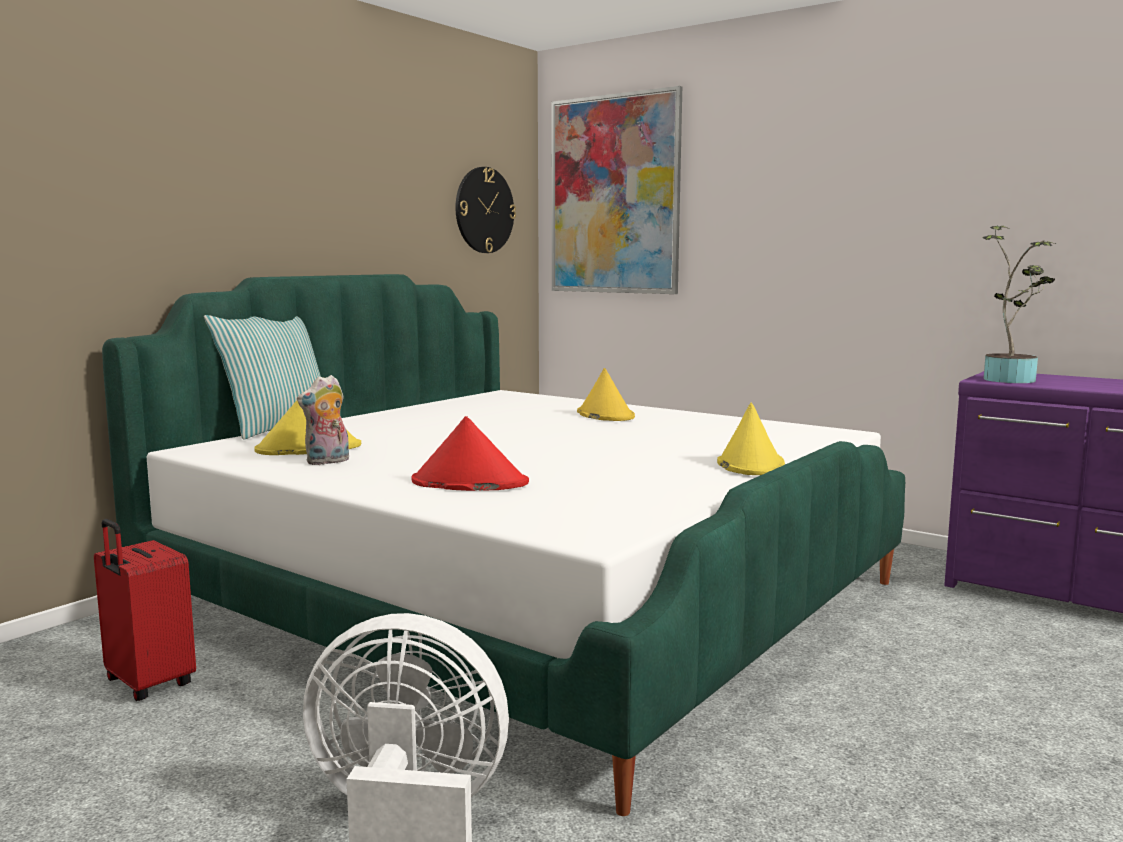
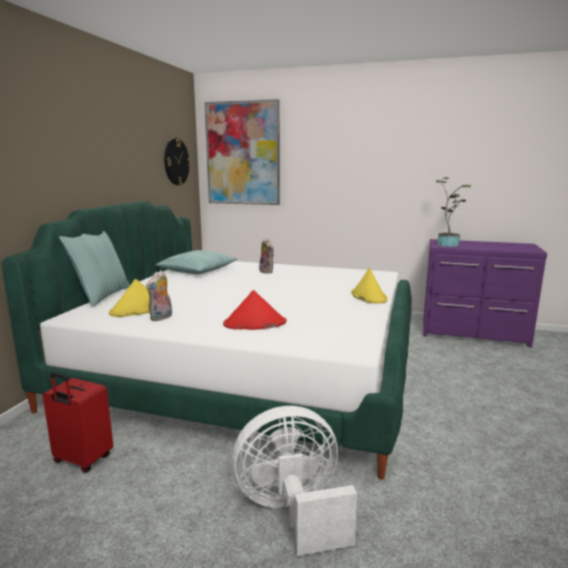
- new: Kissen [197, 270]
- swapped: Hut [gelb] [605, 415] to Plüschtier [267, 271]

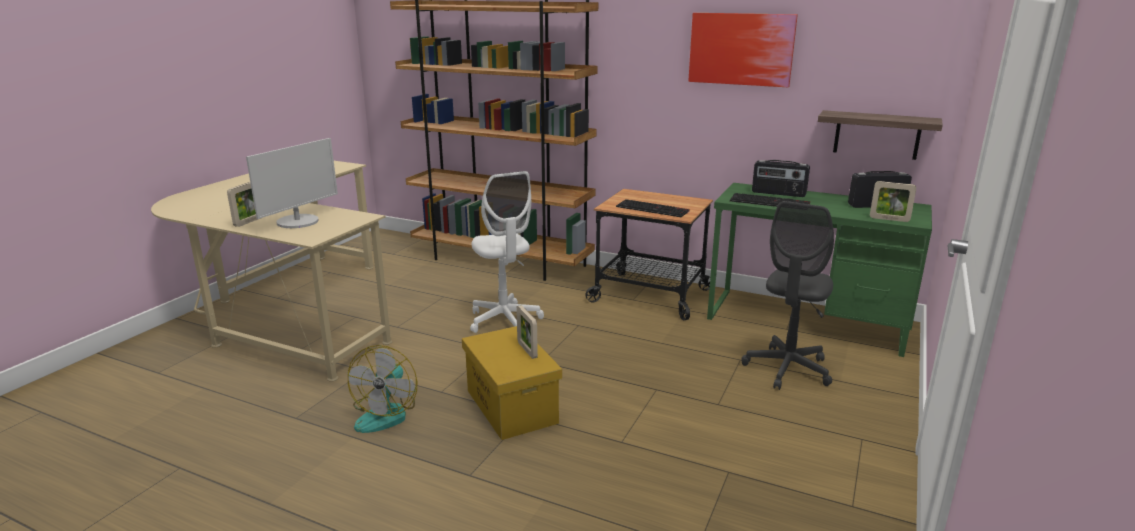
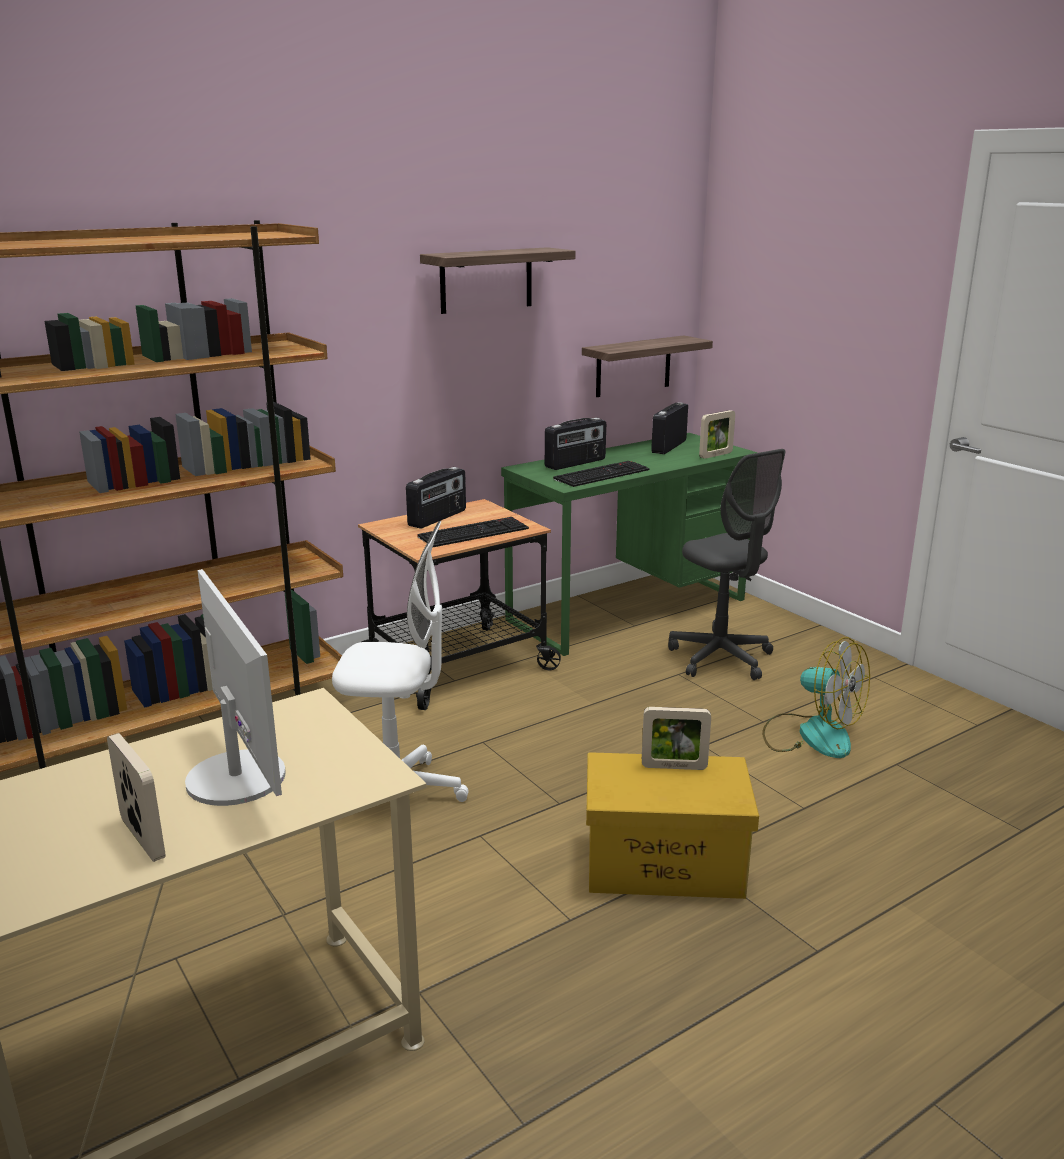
- new: Radio [438, 518]
- swapped: Bild [741, 49] to Wandregal [486, 280]
- shifted: Ventilator [386, 413] to [811, 734]

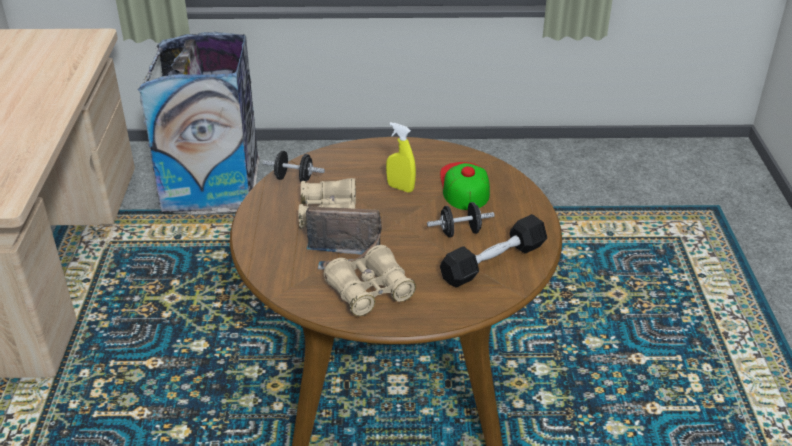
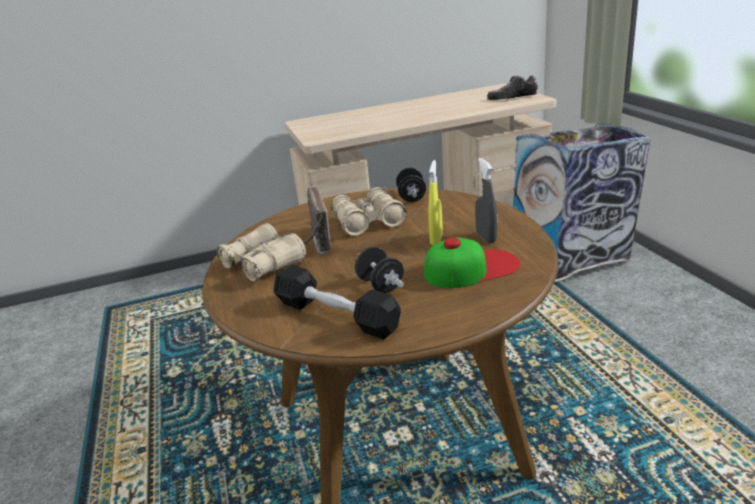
- new: Sprühflasche [grau] [486, 237]
- new: Schuh [511, 97]

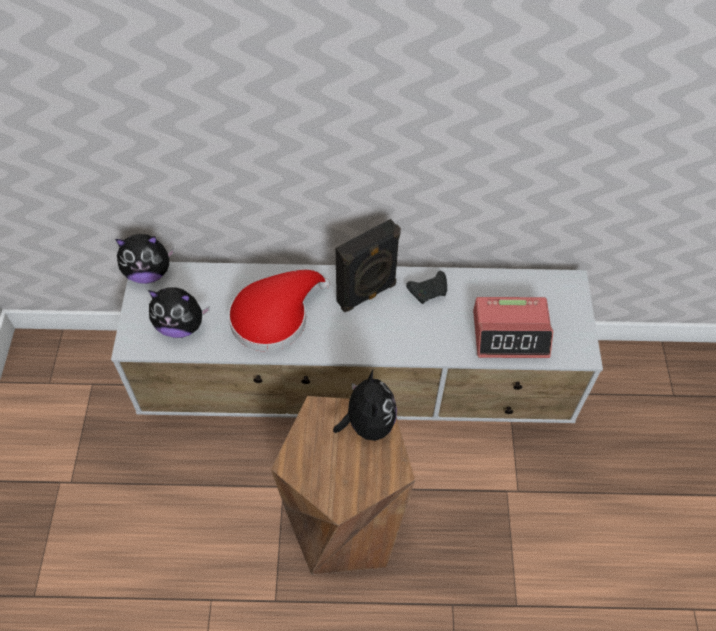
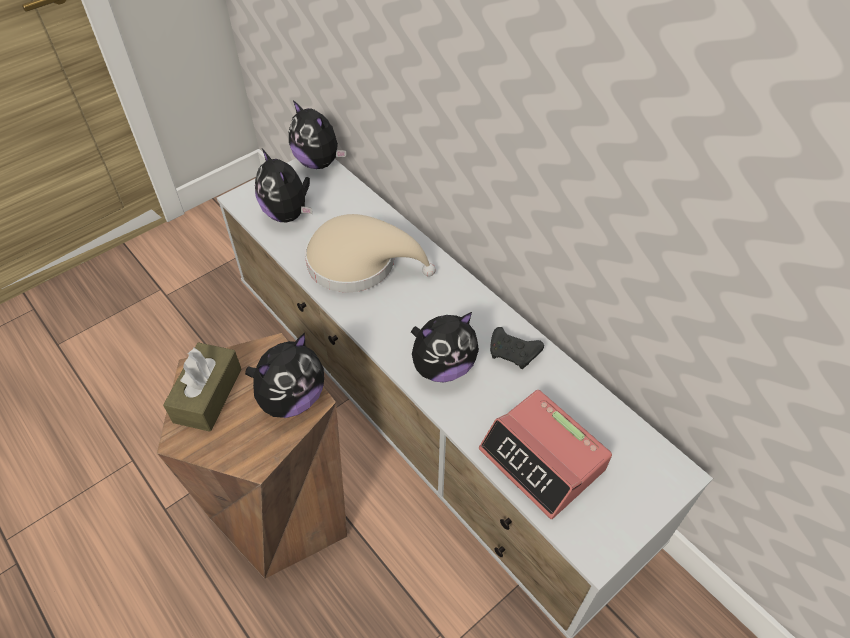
- new: Taschentuchbox [braun] [208, 395]
- repainted: Hut [rot] [274, 316] to Hut [beige] [359, 263]
- new: Plüschtier [442, 367]
- gone: Lautsprecher [schwarz] [367, 294]

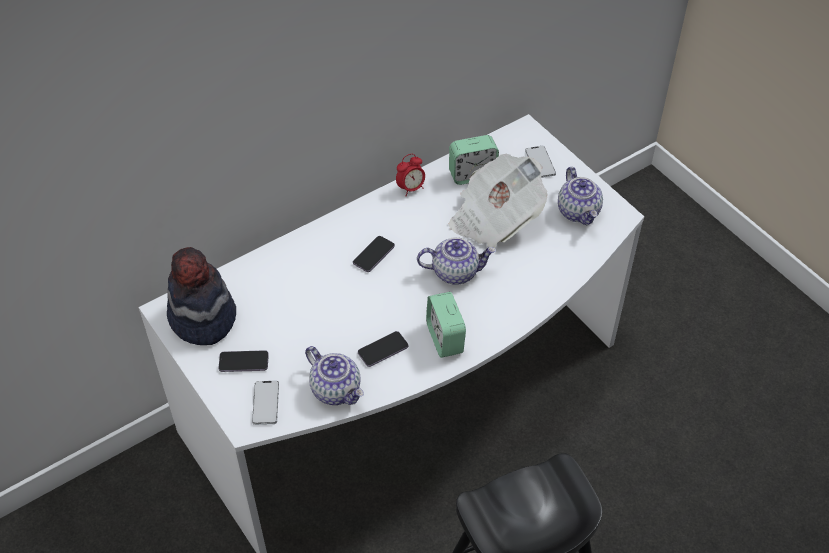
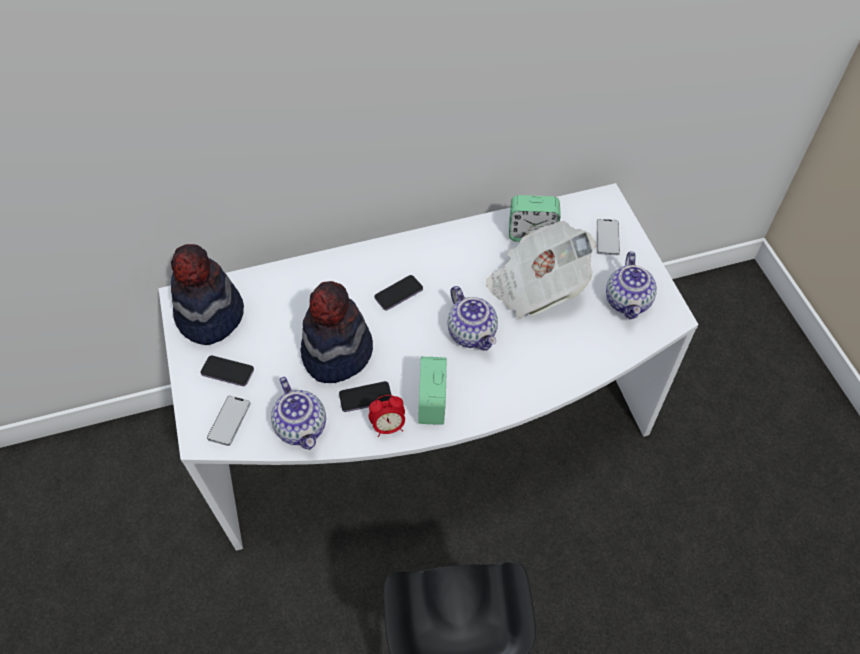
- new: Hut [336, 352]
- shifted: Wecker [411, 188] to [388, 427]
- rotated: Teekanne [455, 272] = [473, 333] 45 degrees clockwise

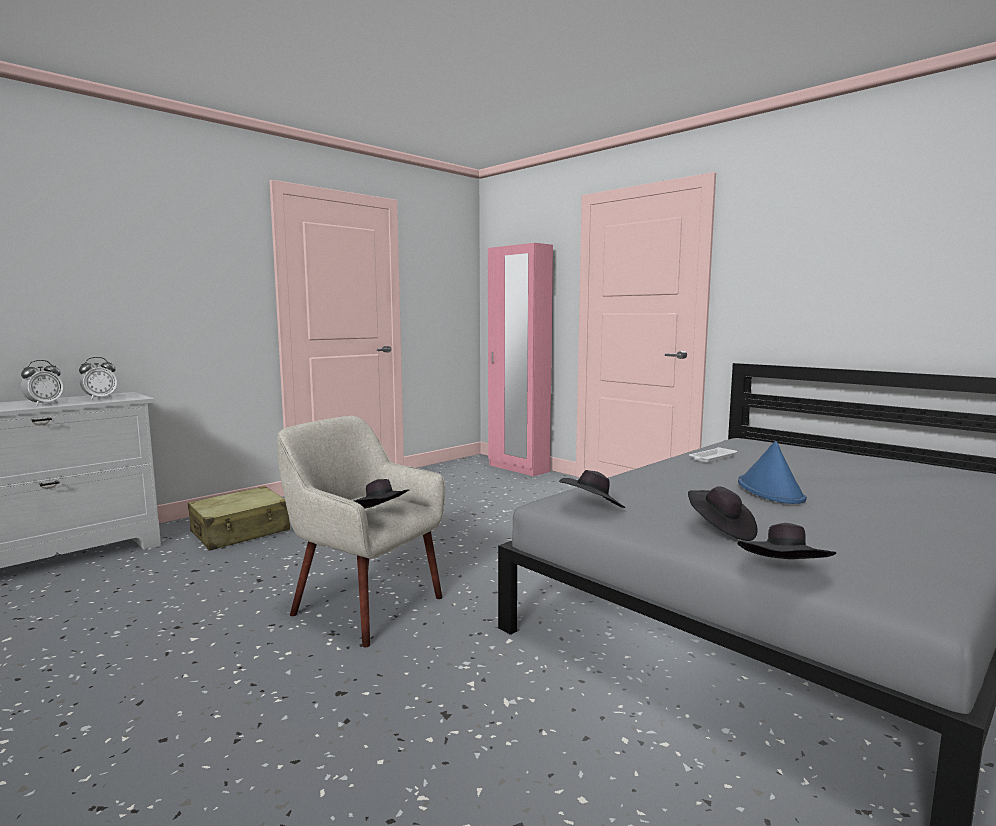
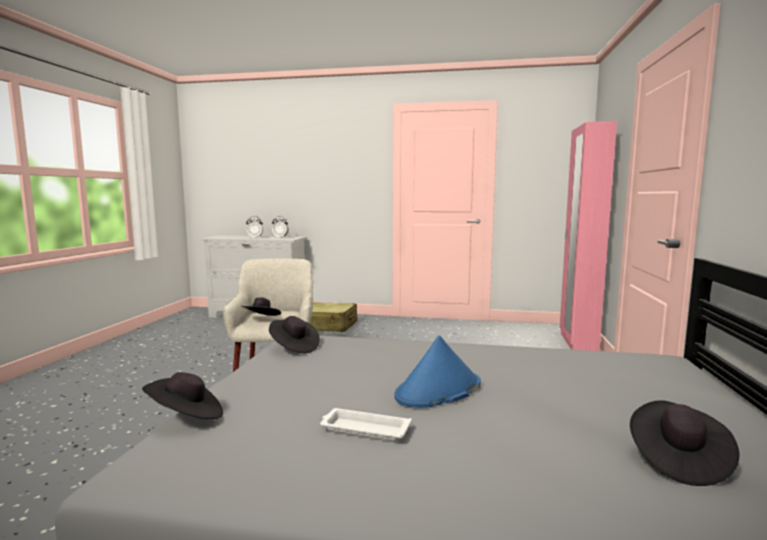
- shifted: Tablett [weiß] [712, 458] to [364, 429]
- shifted: Hut [schwarz] [721, 530] to [677, 460]

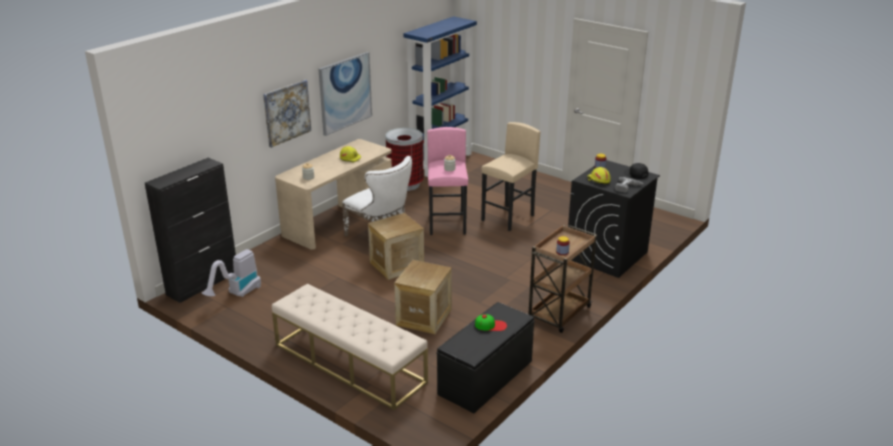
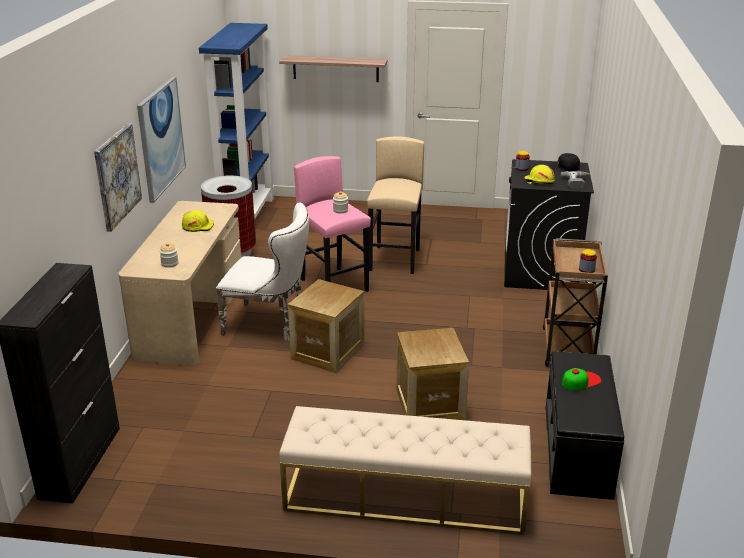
- new: Wandregal [335, 68]
- gone: Staubsauger [236, 295]

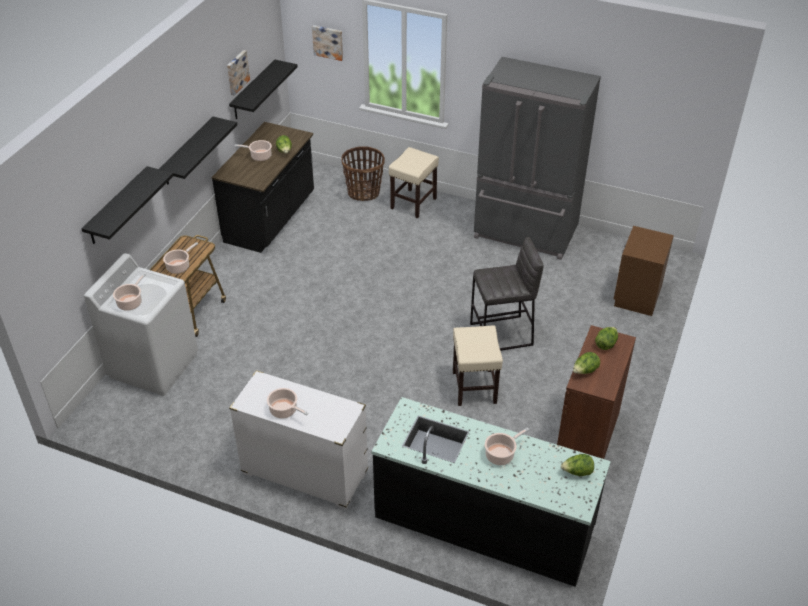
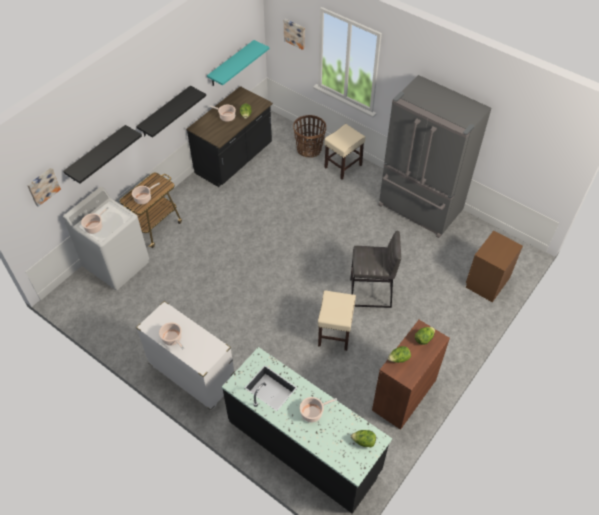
- shifted: Bild [237, 72] to [43, 186]
- repainted: Wandregal [schwarz] [253, 90] to Wandregal [türkis] [231, 63]

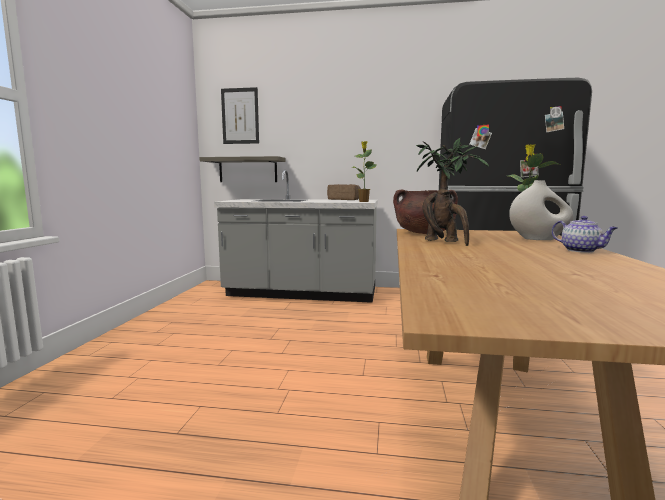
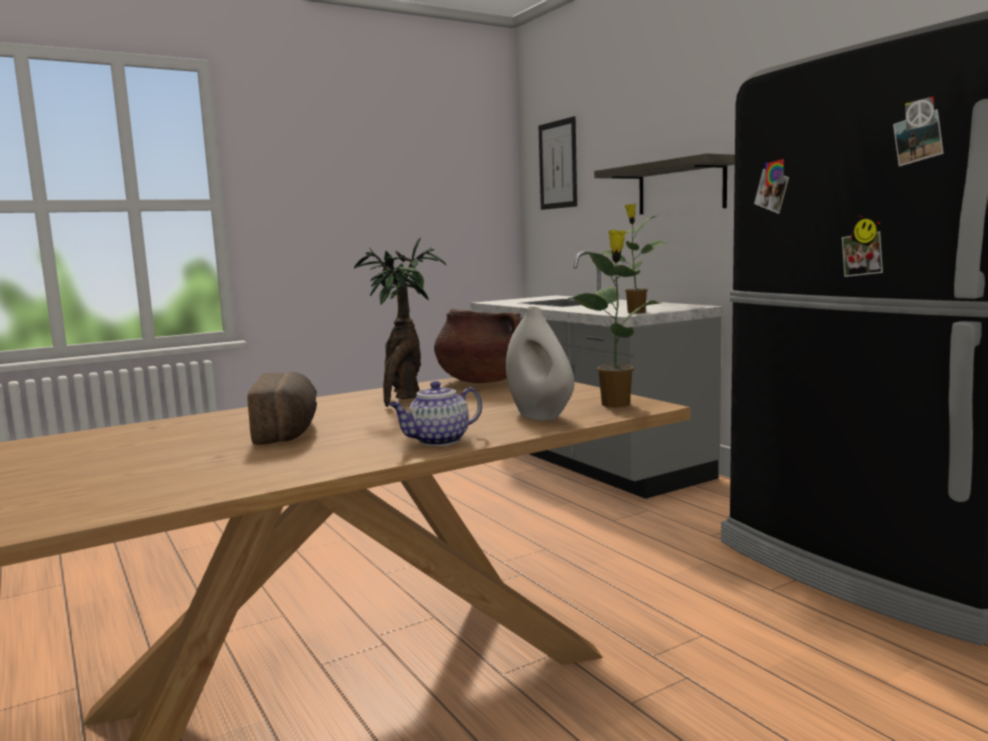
- shifted: Brot [344, 199] to [289, 431]
- rotated: Teekanne [581, 250] = [438, 441] 45 degrees clockwise
- shifted: Wandregal [248, 170] to [681, 187]

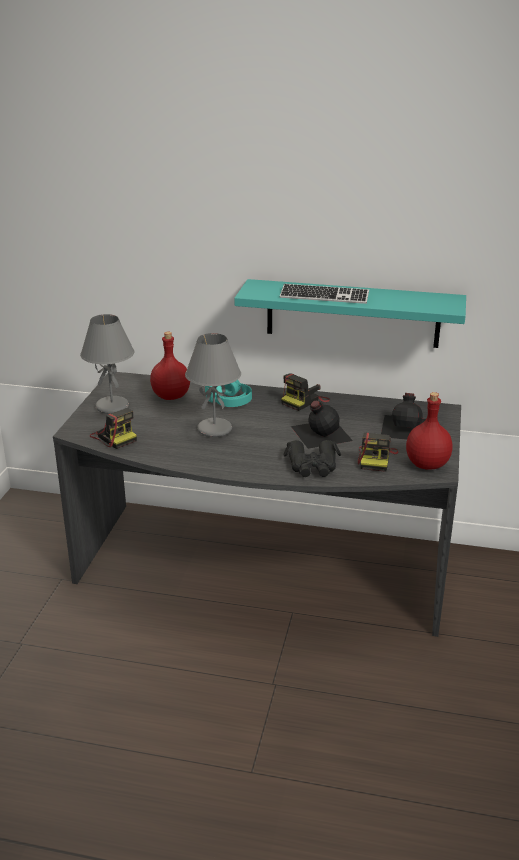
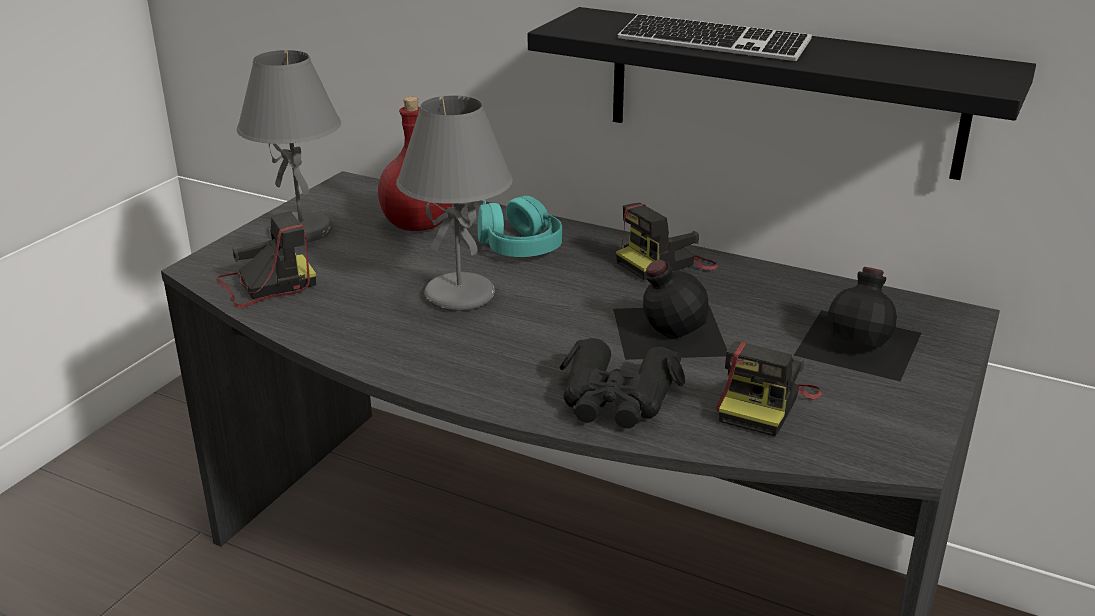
- rotated: Kamera [114, 437] = [265, 286] 90 degrees counterclockwise
- repainted: Wandregal [türkis] [352, 313] to Wandregal [schwarz] [782, 91]
- gone: Flasche [rot] [426, 464]

